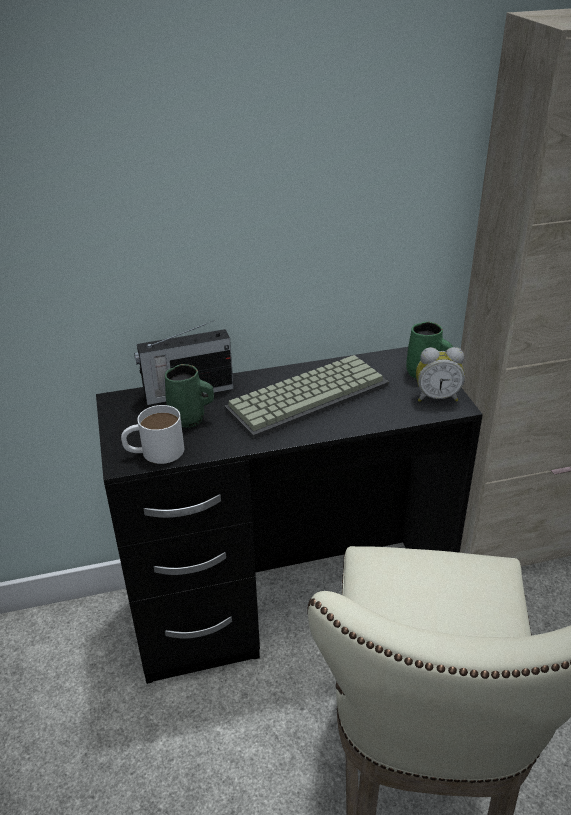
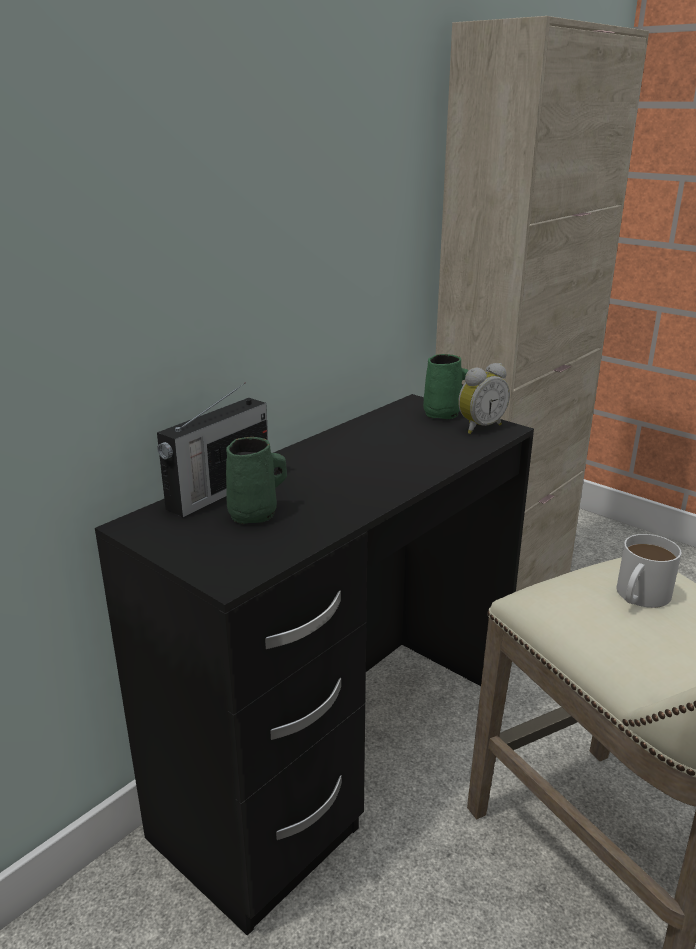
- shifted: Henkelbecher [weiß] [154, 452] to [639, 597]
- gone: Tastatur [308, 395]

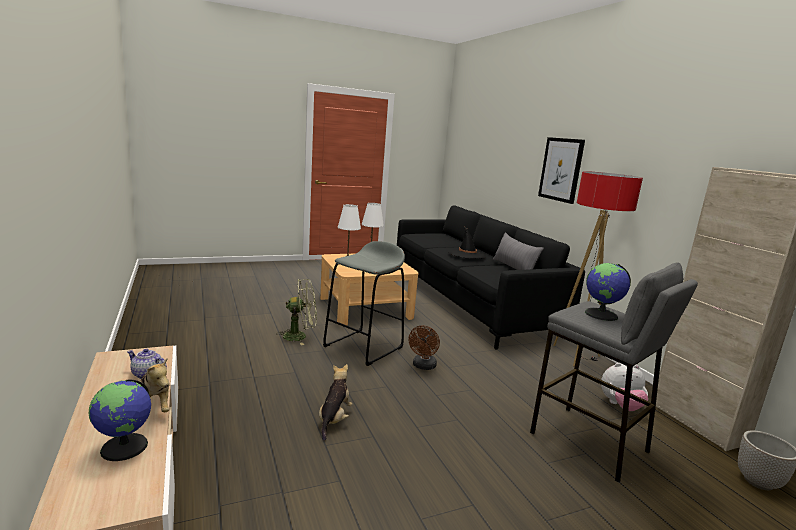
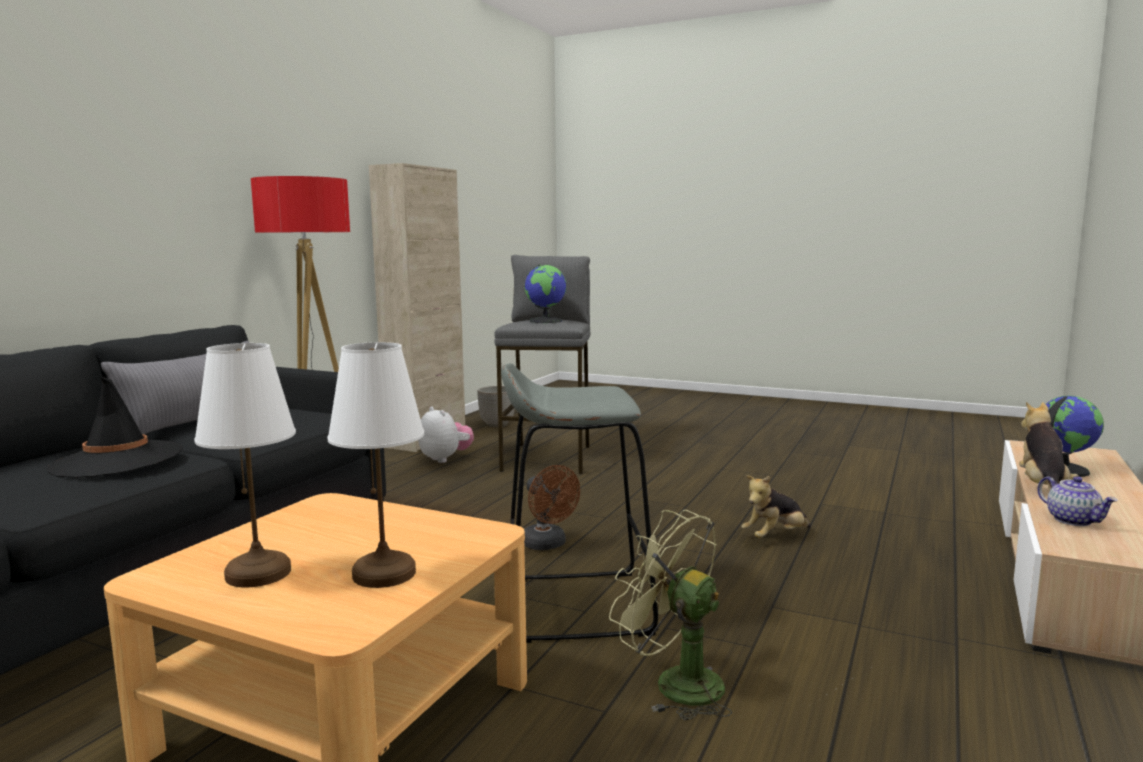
- rotated: Ventilator [braun] [423, 366] = [548, 545] 75 degrees clockwise
- gone: Bild [561, 169]

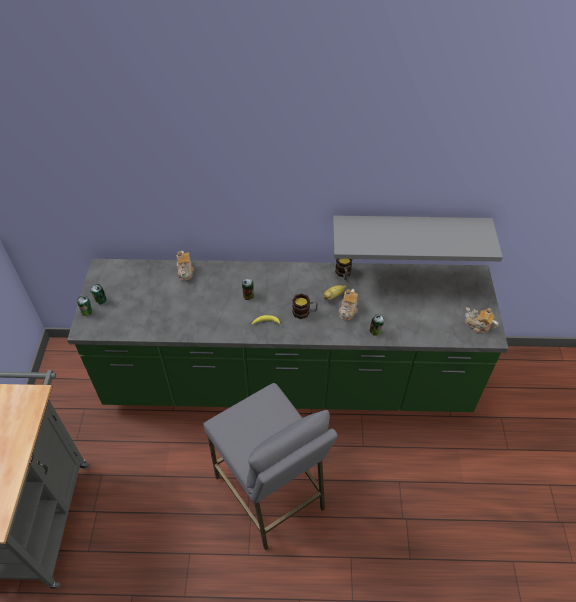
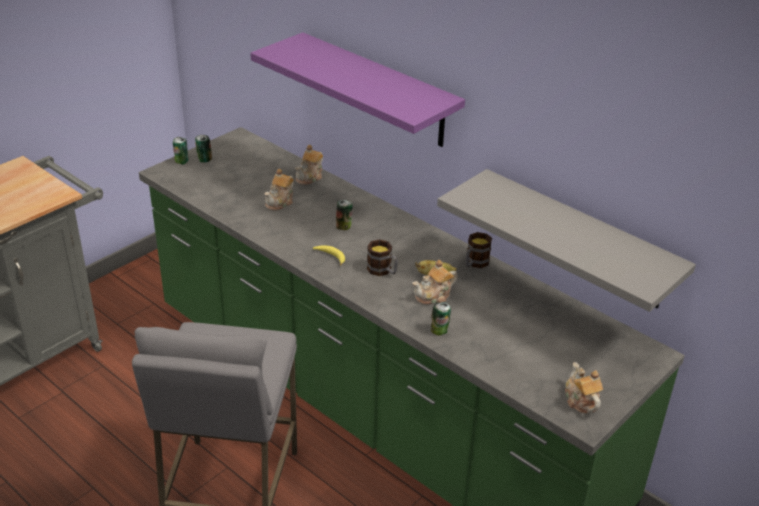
- new: Wandregal [lila] [378, 90]
- new: Teekanne [280, 202]

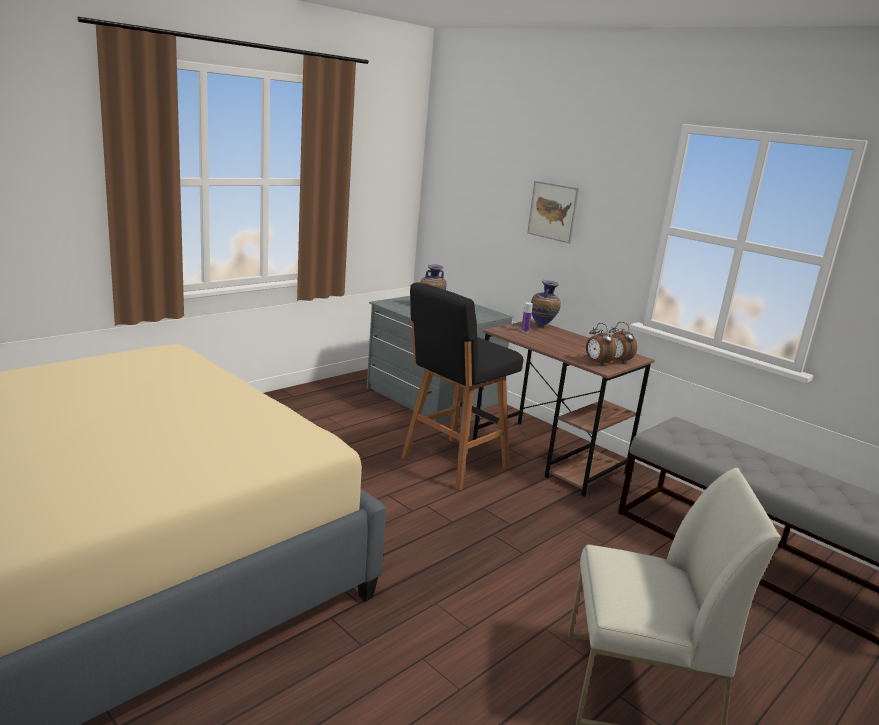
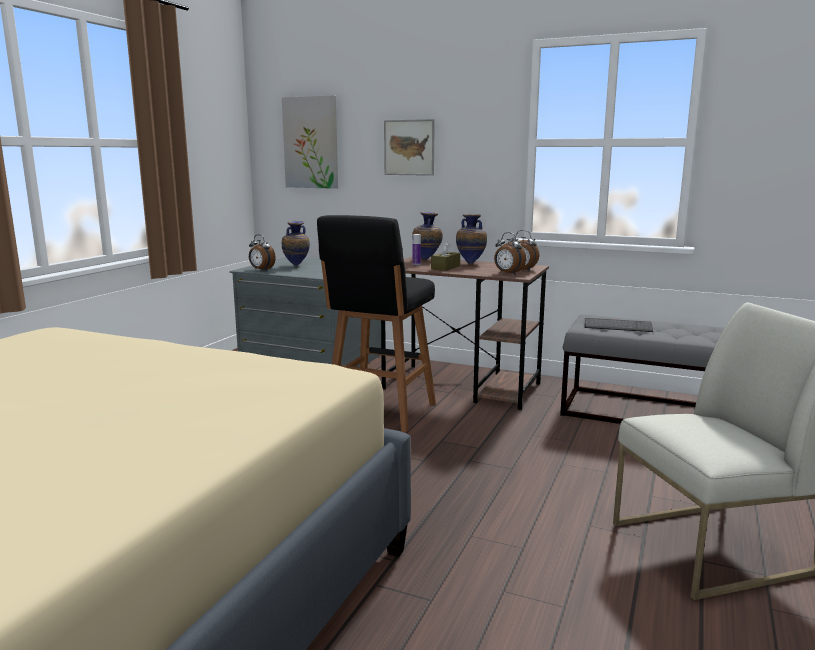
- new: Wecker [261, 270]
- new: Bild [311, 143]
- new: Taschentuchbox [braun] [445, 267]
- new: Vase [471, 263]
- new: Tastatur [617, 327]

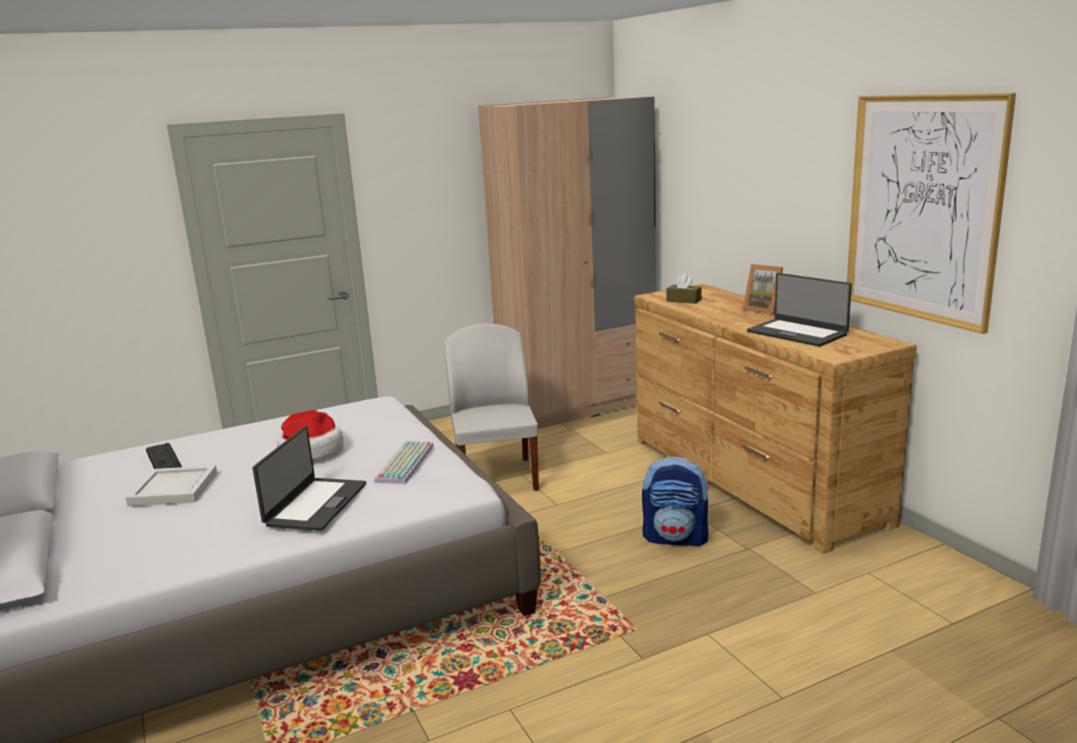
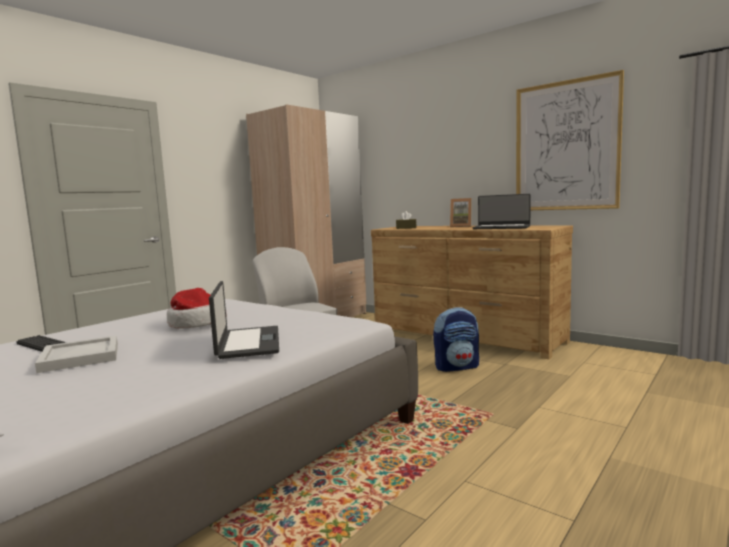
- gone: Tastatur [404, 462]

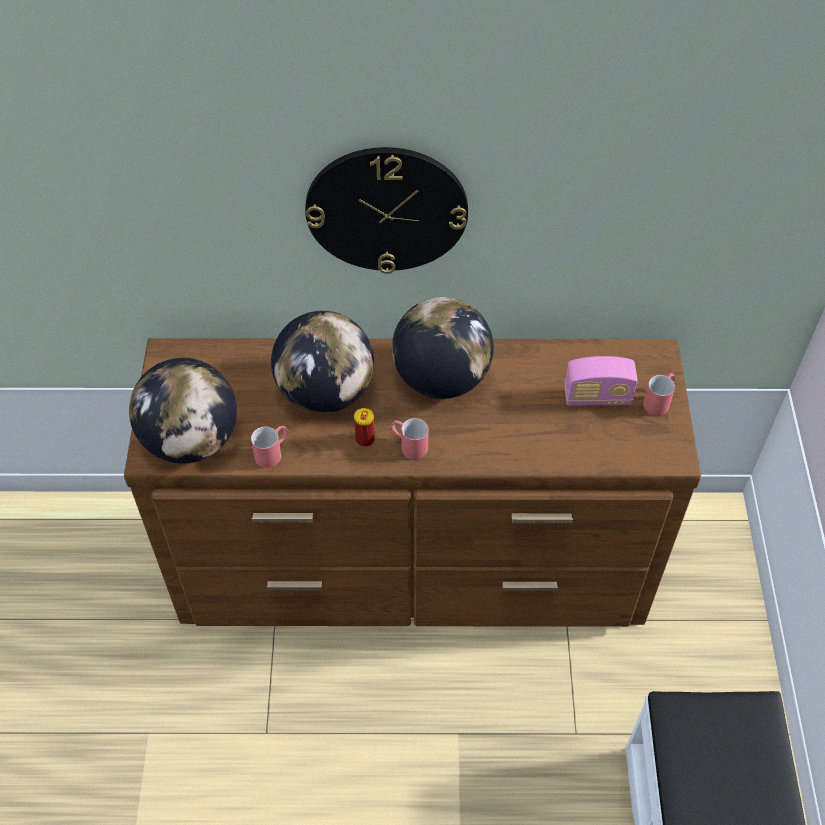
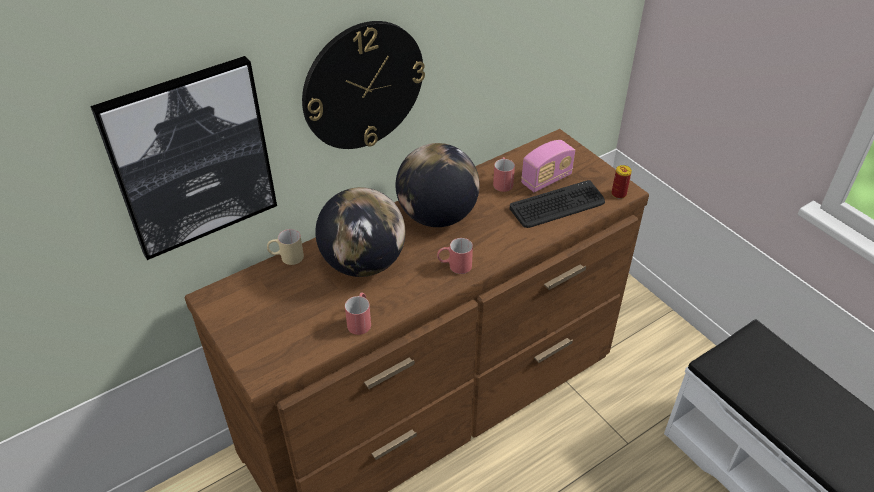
- new: Bild [191, 158]
- new: Henkelbecher [beige] [286, 257]
- shifted: Henkelbecher [rot] [659, 400] to [502, 182]
- new: Tastatur [557, 205]
- shifted: Dose [365, 439] to [618, 194]
- gone: Globus [191, 440]

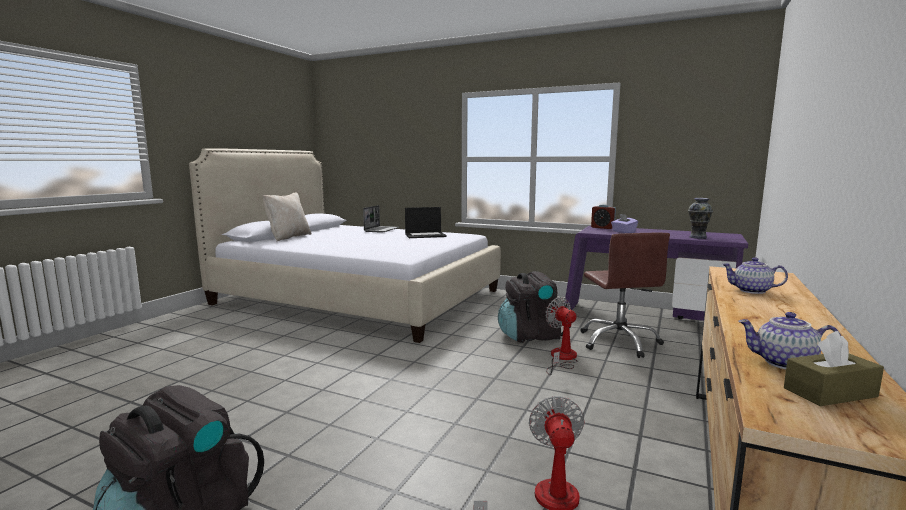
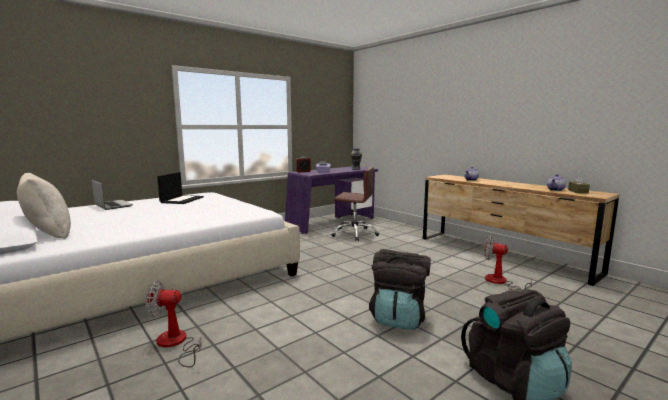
- shifted: Ventilator [562, 358] to [175, 344]
- shifted: Rucksack [schwarz] [531, 336] to [399, 318]

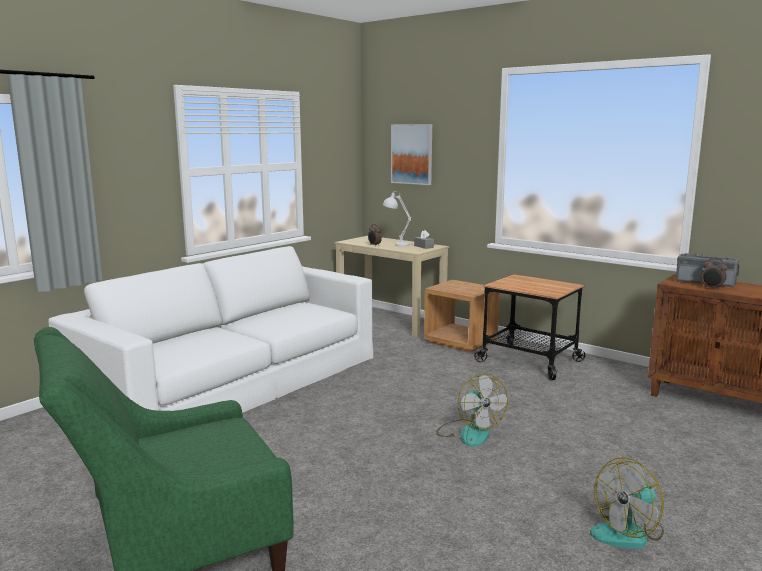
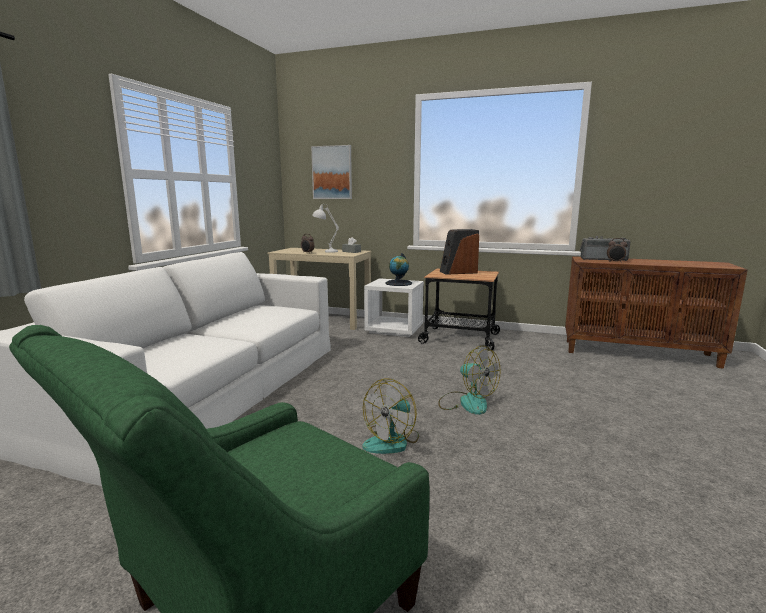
- shifted: Ventilator [628, 532] to [392, 441]
- repainted: Nachttisch [braun] [461, 342] to Nachttisch [weiß] [394, 330]
- new: Globus [399, 283]
- new: Lautsprecher [458, 272]

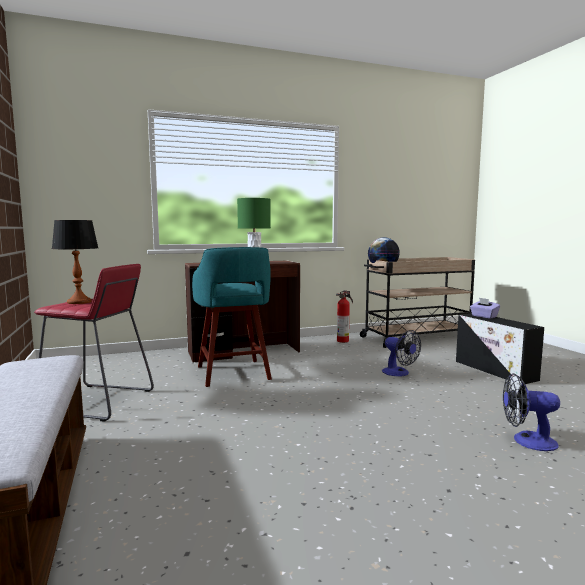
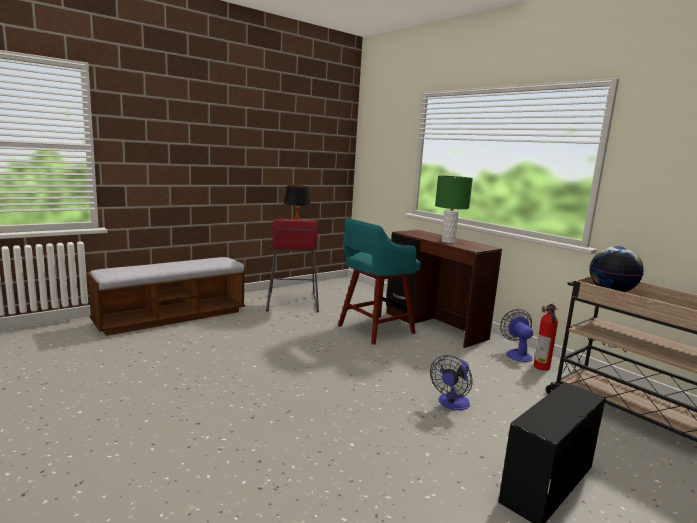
- shifted: Ventilator [527, 441] to [516, 354]
- gone: Taschentuchbox [lila] [484, 316]

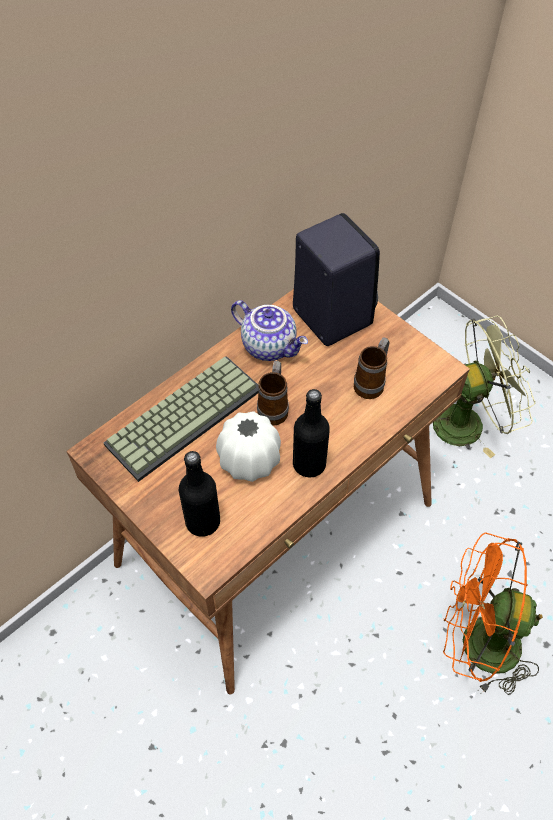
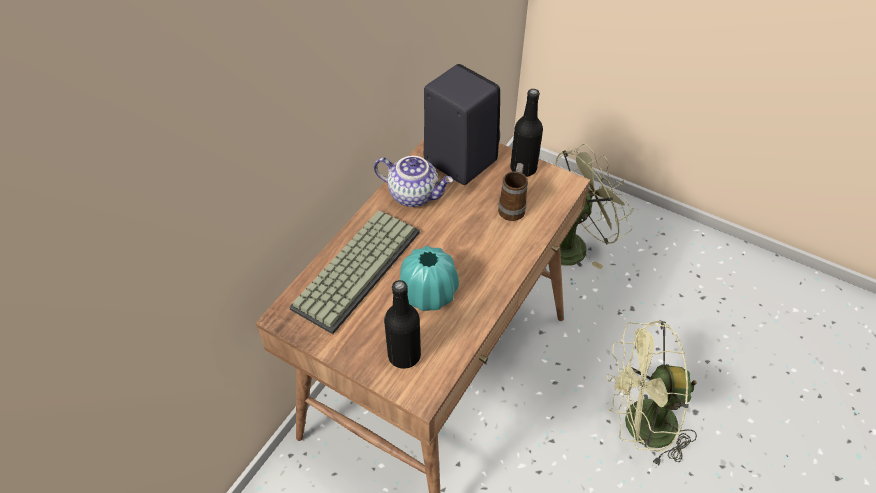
- repainted: Vase [weiß] [249, 460] to Vase [türkis] [428, 293]
- shifted: Flasche [schwarz] [309, 464] to [523, 168]
- repainted: Ventilator [orange] [476, 644] to Ventilator [grün] [638, 426]
- gone: Henkelbecher [274, 407]

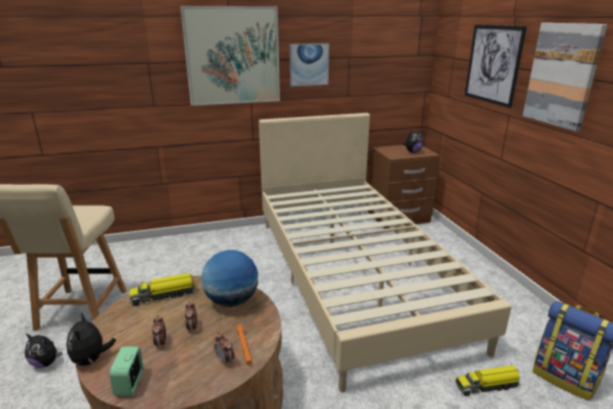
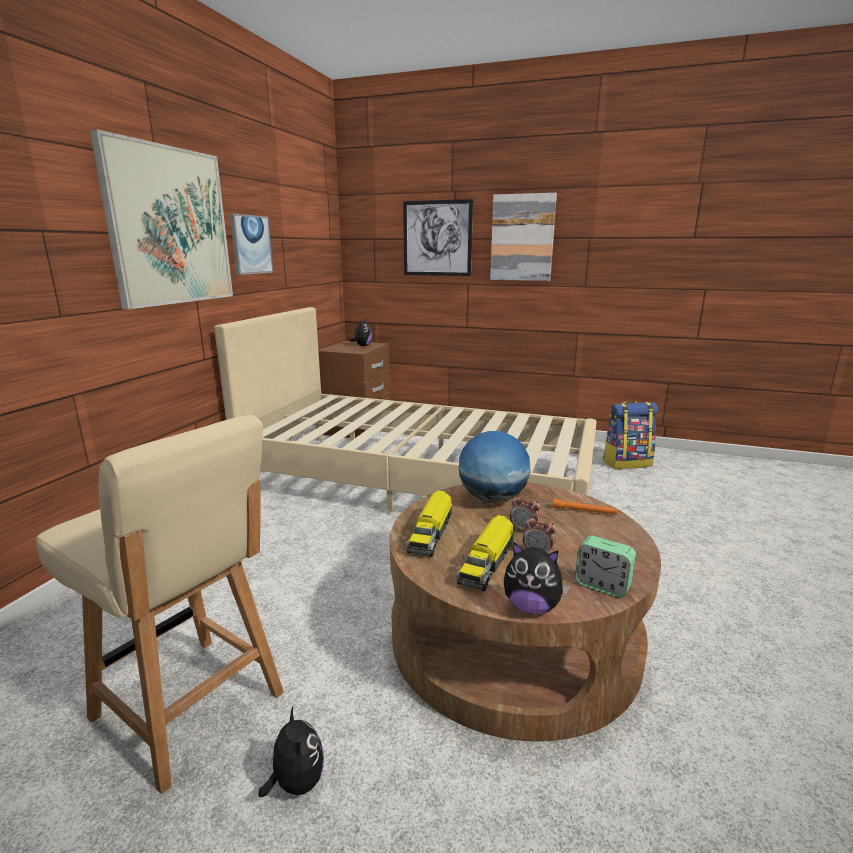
- rotated: Plüschtier [46, 363] = [296, 782] 75 degrees counterclockwise
- shifted: Spielzeuglaster [487, 385] to [487, 562]
- gone: Wecker [225, 360]

